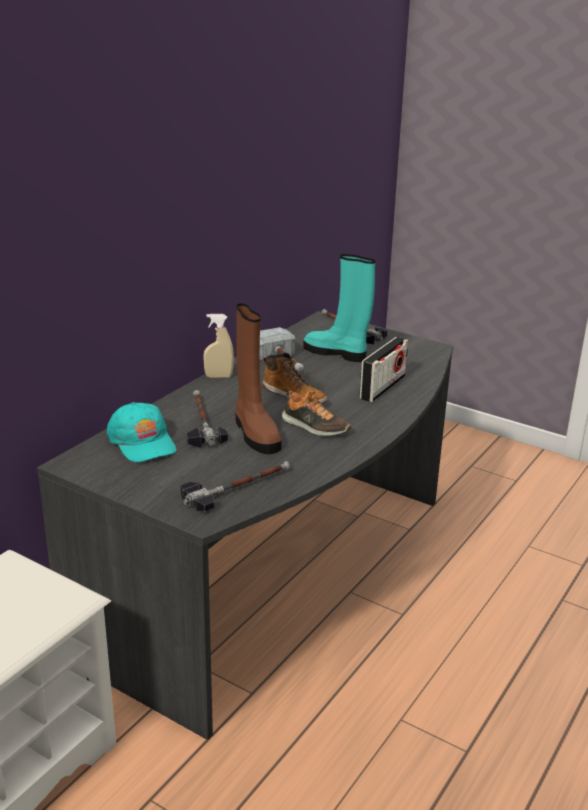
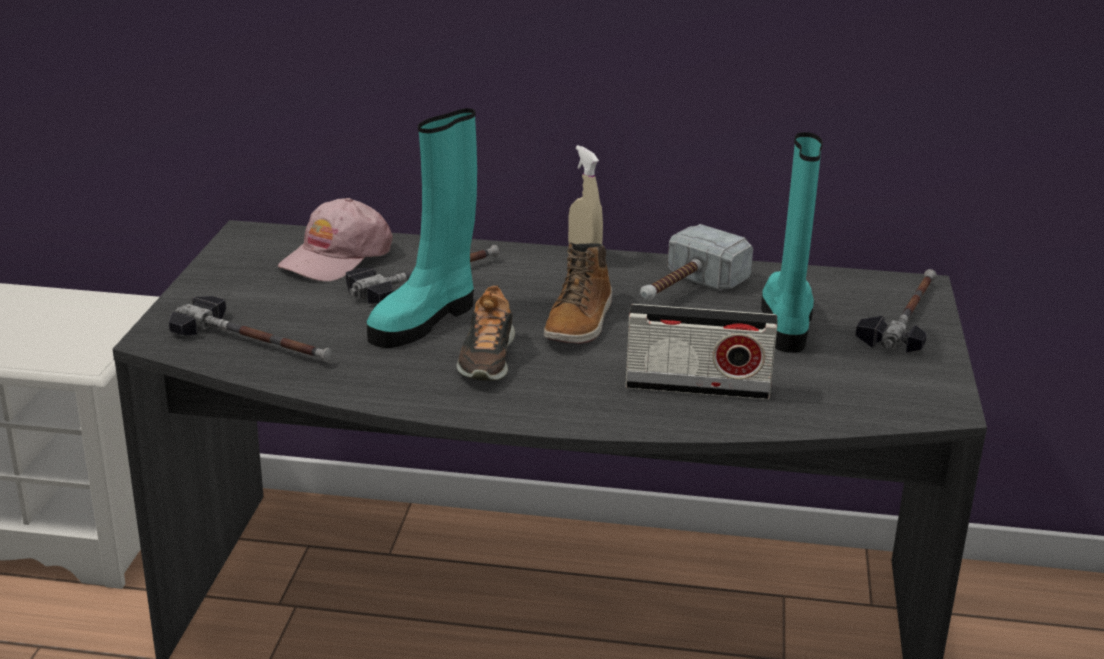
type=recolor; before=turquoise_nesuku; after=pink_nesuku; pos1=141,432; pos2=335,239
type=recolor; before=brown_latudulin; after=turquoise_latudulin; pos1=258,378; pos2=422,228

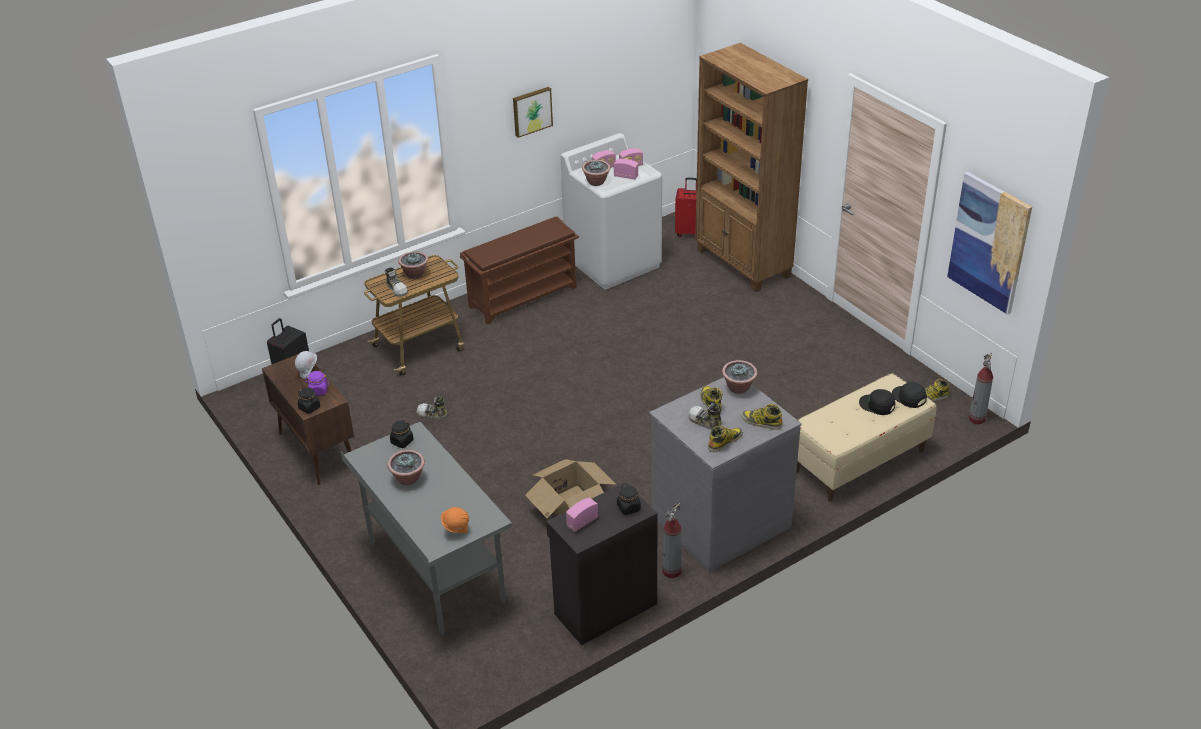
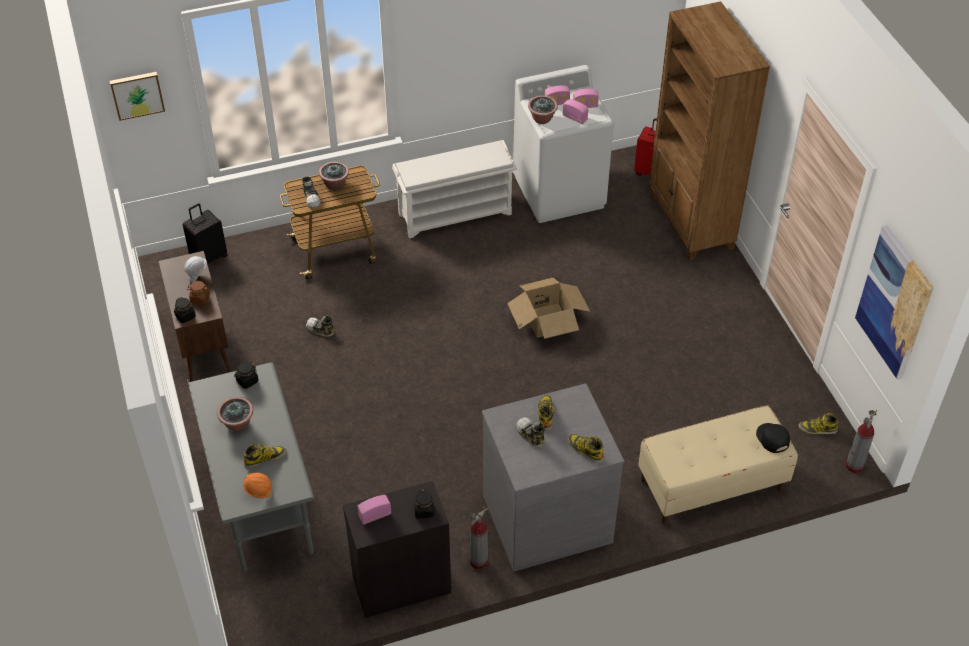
type=delete; before=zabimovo; pos1=740,377
type=delete; before=black_nesuku; pos1=877,402
type=move; before=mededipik; pos1=533,112; pos2=137,96
type=move; before=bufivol; pos1=571,488; pos2=548,308
type=move; before=latudulin; pos1=725,439; pos2=265,455
type=recolor; before=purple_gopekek; after=brown_gopekek; pos1=317,383; pos2=198,293
type=recolor; before=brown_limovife; after=white_limovife; pos1=519,270; pos2=454,189

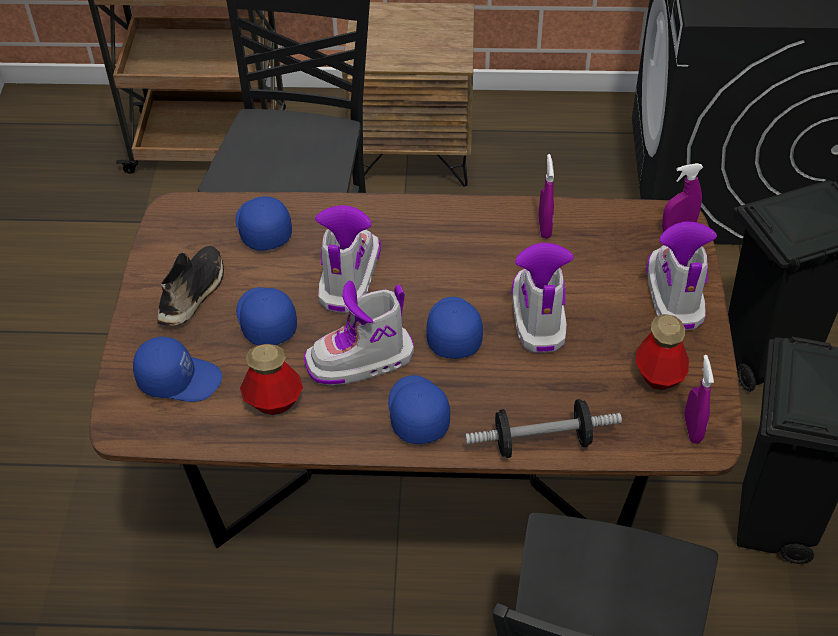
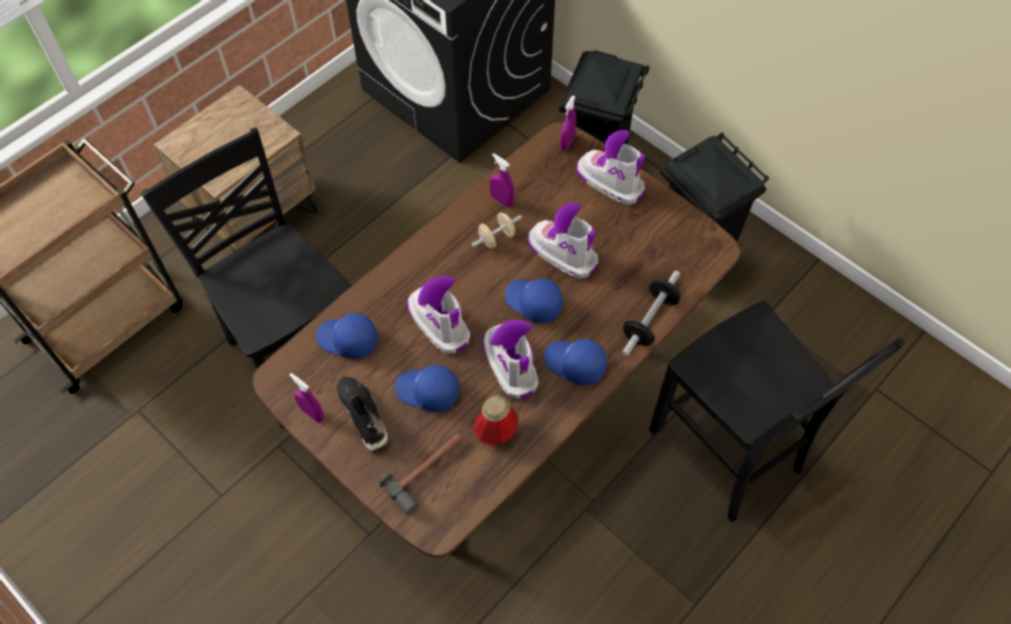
type=delete; before=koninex; pos1=662,352
type=insert; after=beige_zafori; pos2=497,230
type=move; before=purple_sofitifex; pos1=699,399; pos2=307,398
type=replace; before=blue_nesuku; after=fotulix; pos1=177,369; pos2=421,474
type=rotate; before=latudulin; pos1=359,333; pos2=511,359; turn=135

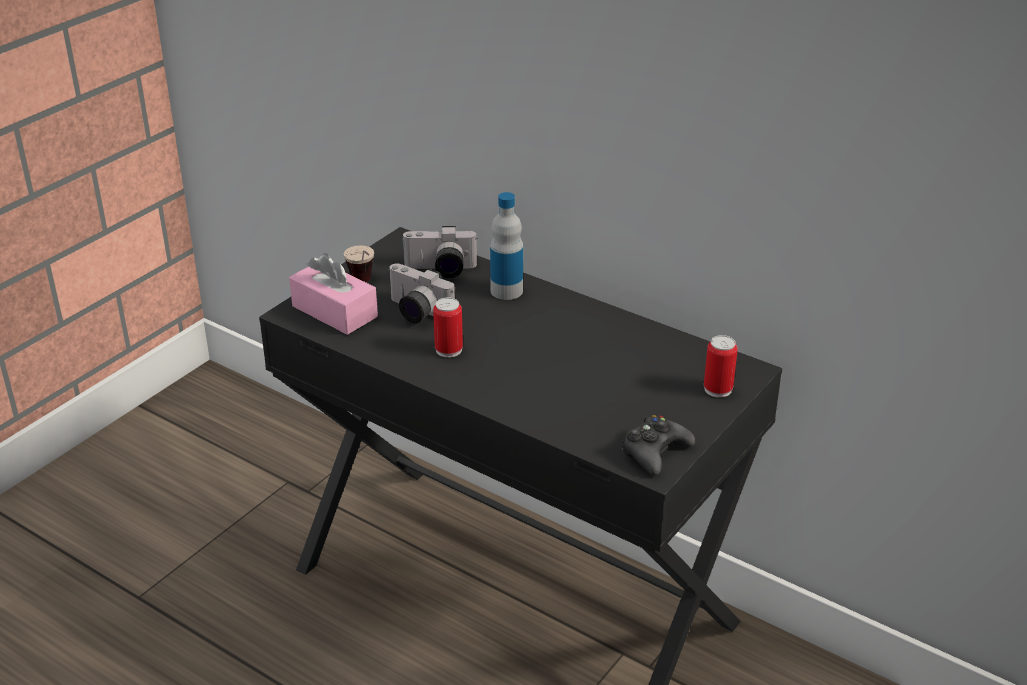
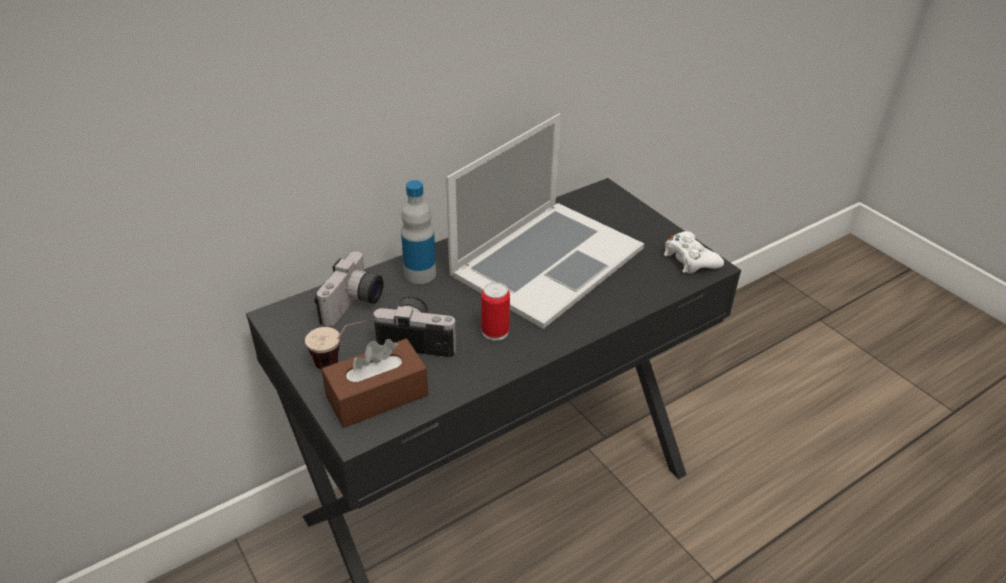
type=delete; before=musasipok; pos1=721,366
type=insert; after=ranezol; pos2=545,221
type=recolor; before=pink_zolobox; after=brown_zolobox; pos1=333,294; pos2=375,383
type=recolor; before=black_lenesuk; after=white_lenesuk; pos1=658,445; pos2=694,252
type=rotate; before=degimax; pos1=422,293; pos2=415,326; turn=-135

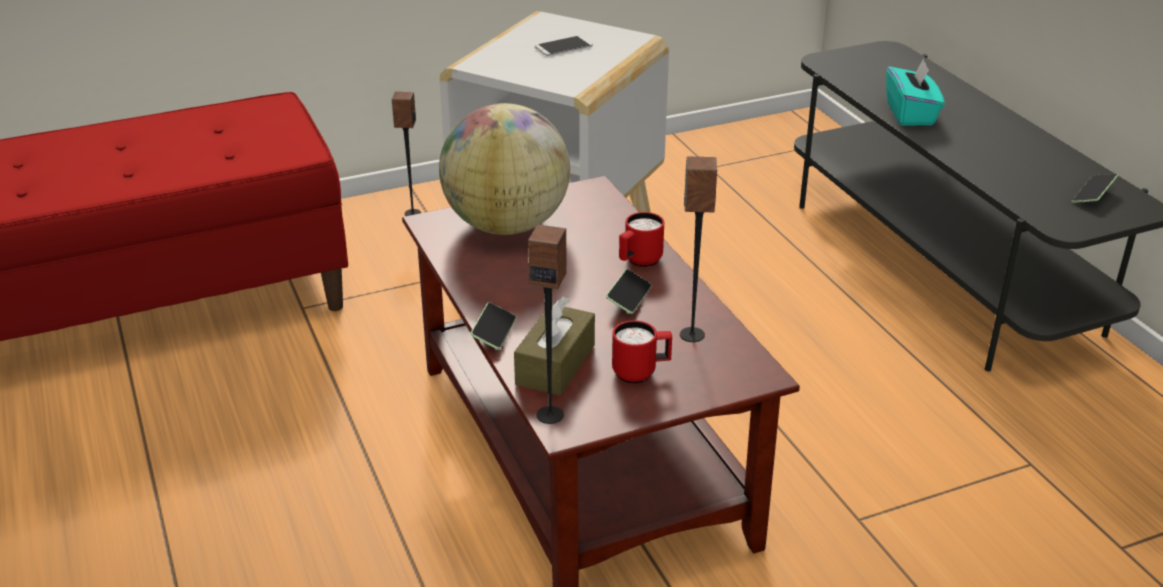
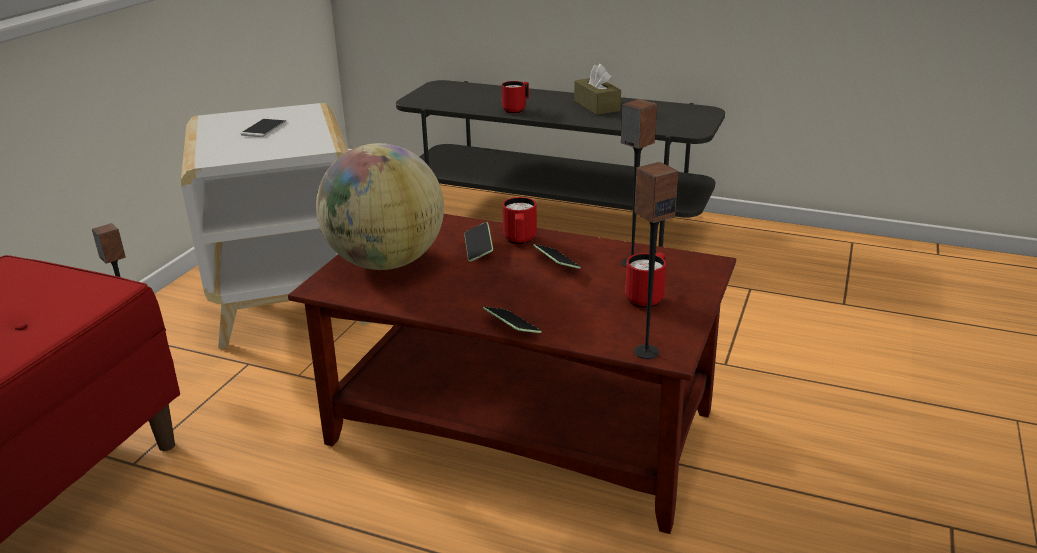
type=move; before=brown_zolobox; pos1=554,346; pos2=597,89
type=move; before=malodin; pos1=1095,188; pos2=478,242
type=replace; before=turquoise_zolobox; after=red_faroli; pos1=915,92; pos2=515,97

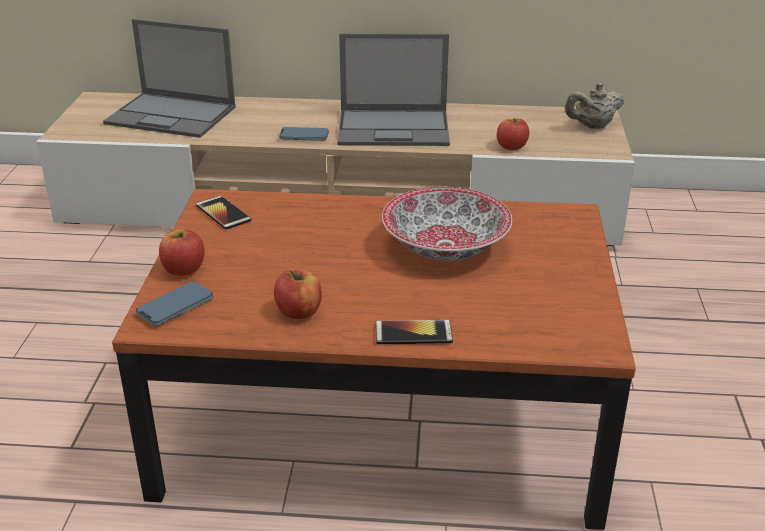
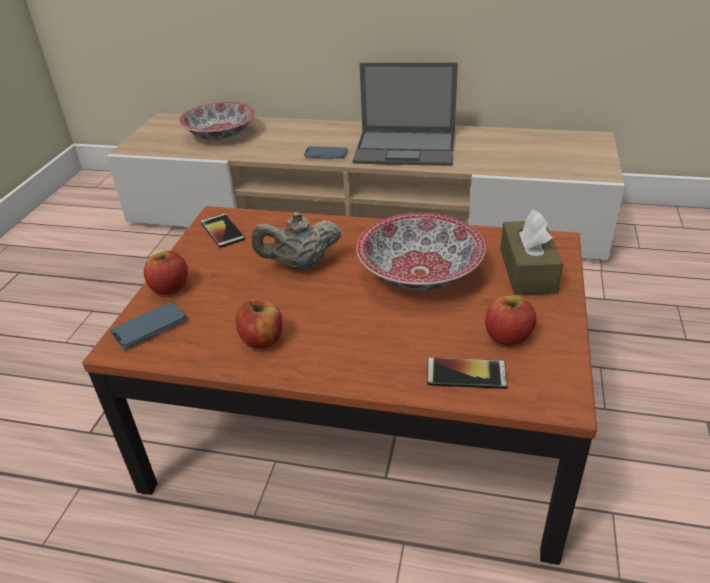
type=insert; after=brown_zolobox; pos2=531,252
type=move; before=malodin; pos1=414,332; pos2=467,373
type=move; before=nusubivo; pos1=513,134; pos2=510,320
type=move; before=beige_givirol; pos1=594,106; pos2=297,241
type=replace; before=ranezol; after=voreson; pos1=169,78; pos2=217,120

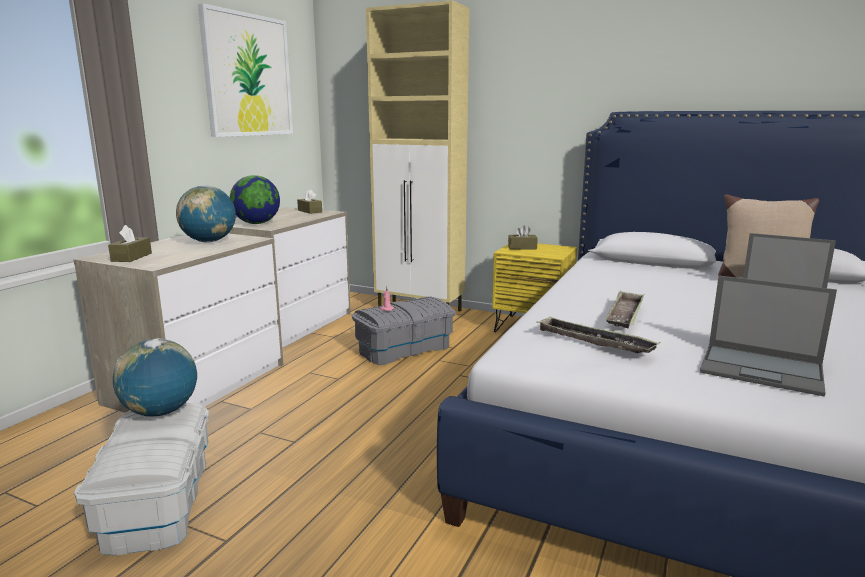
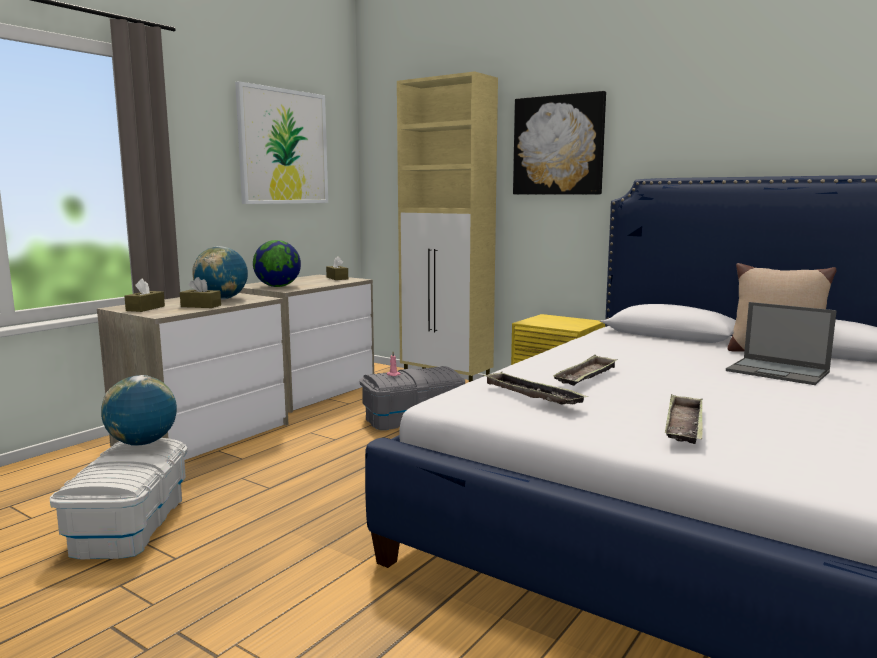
type=insert; after=mededipik; pos2=559,142
type=move; before=brown_zolobox; pos1=523,237; pos2=200,292
type=replace; before=ranezol; after=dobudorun; pos1=768,336; pos2=683,419

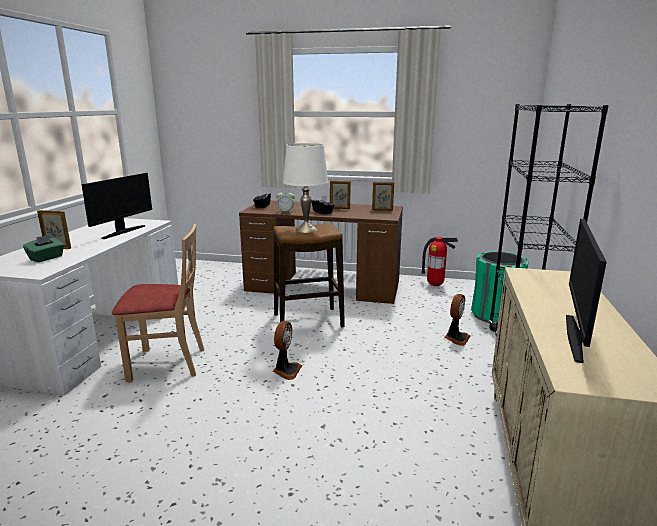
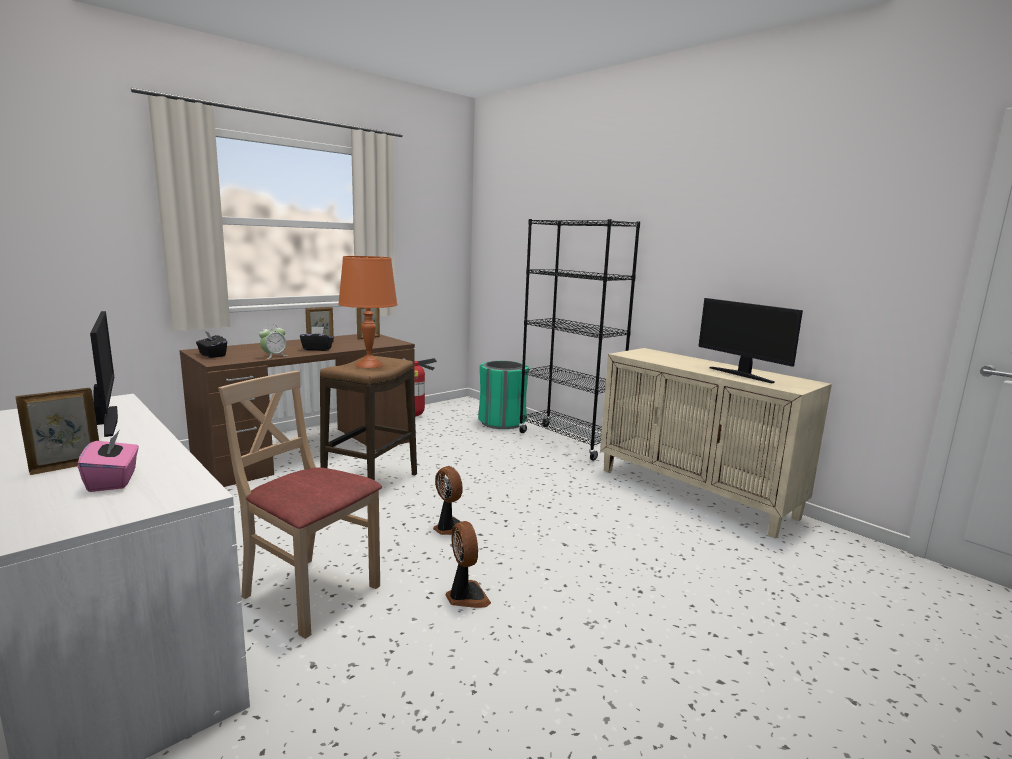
type=move; before=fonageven; pos1=457,320; pos2=468,564
type=recolor; before=green_zolobox; after=pink_zolobox; pos1=43,248; pos2=108,461
type=recolor; before=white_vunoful; after=orange_vunoful; pos1=306,188; pos2=367,312
type=rotate; before=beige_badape; pos1=158,303; pos2=300,505; turn=-90

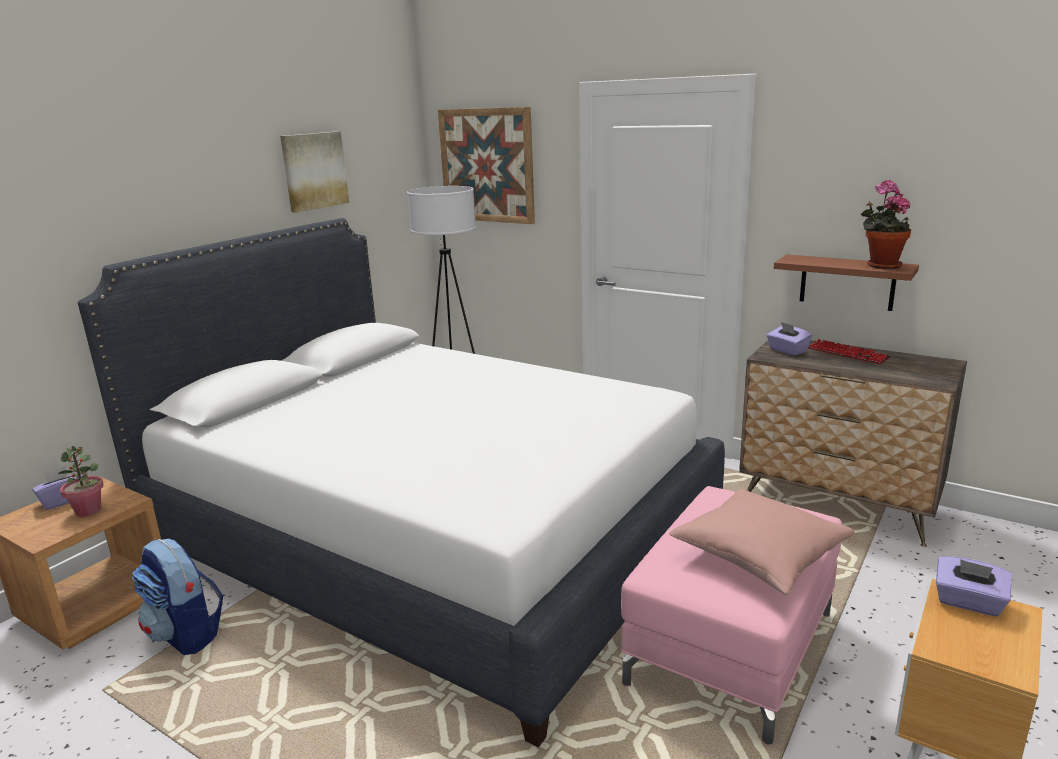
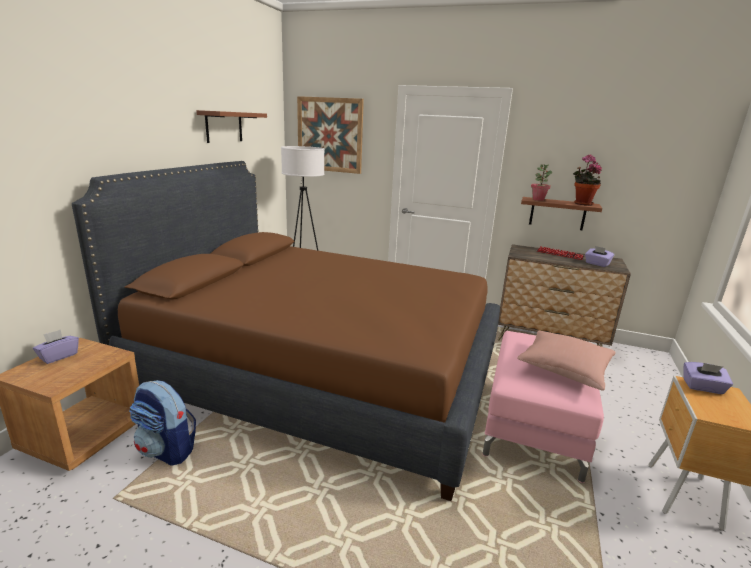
type=move; before=zabimovo; pos1=81,481; pos2=541,183
type=move; before=purple_zolobox; pos1=789,339; pos2=599,256
type=replace; before=mededipik; after=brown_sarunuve; pos1=314,172; pos2=231,126
type=recolor; before=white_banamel; after=brown_banamel; pos1=401,483; pos2=286,331

